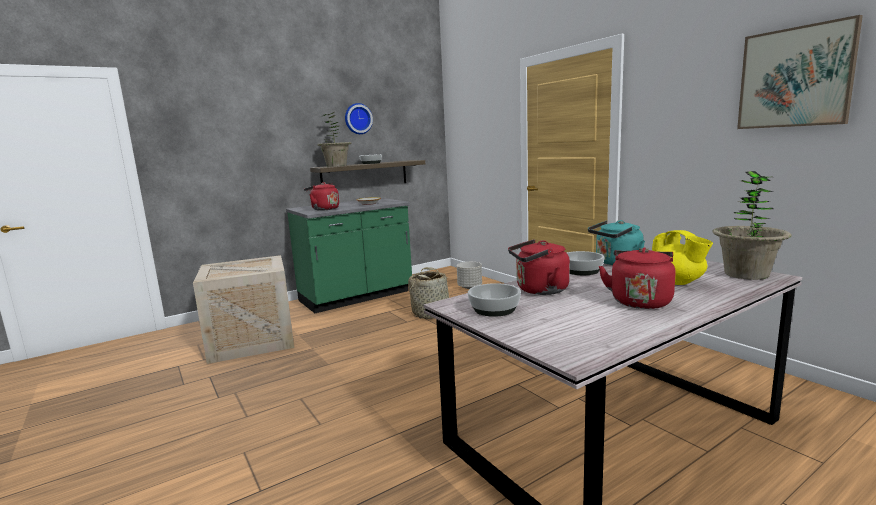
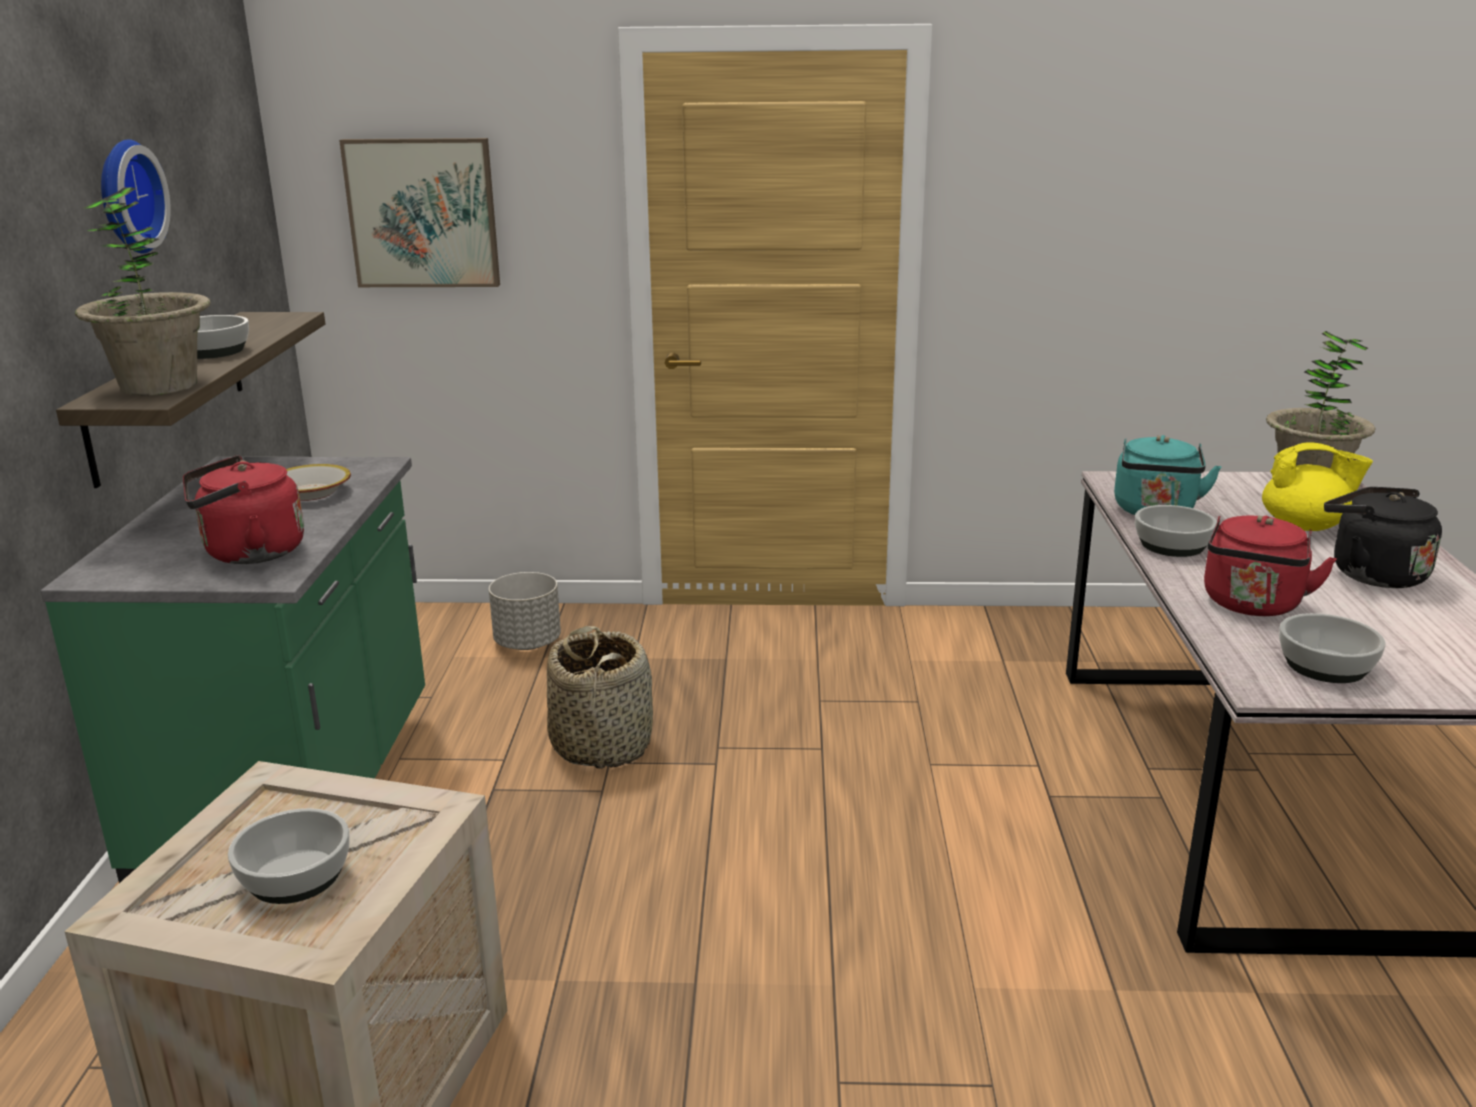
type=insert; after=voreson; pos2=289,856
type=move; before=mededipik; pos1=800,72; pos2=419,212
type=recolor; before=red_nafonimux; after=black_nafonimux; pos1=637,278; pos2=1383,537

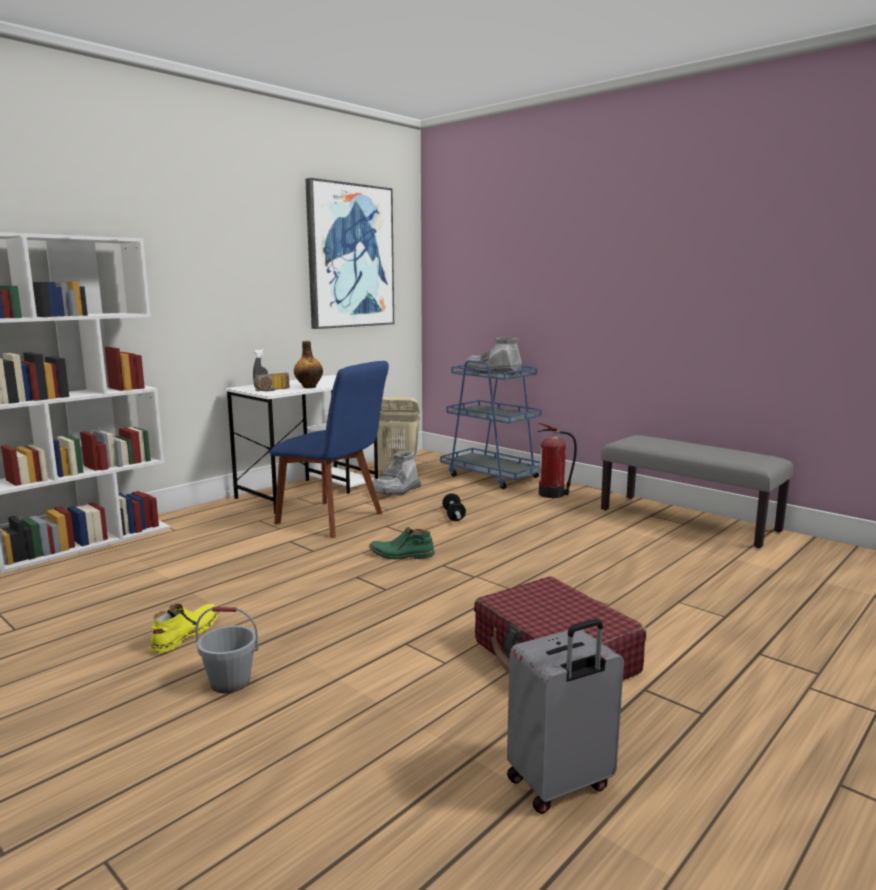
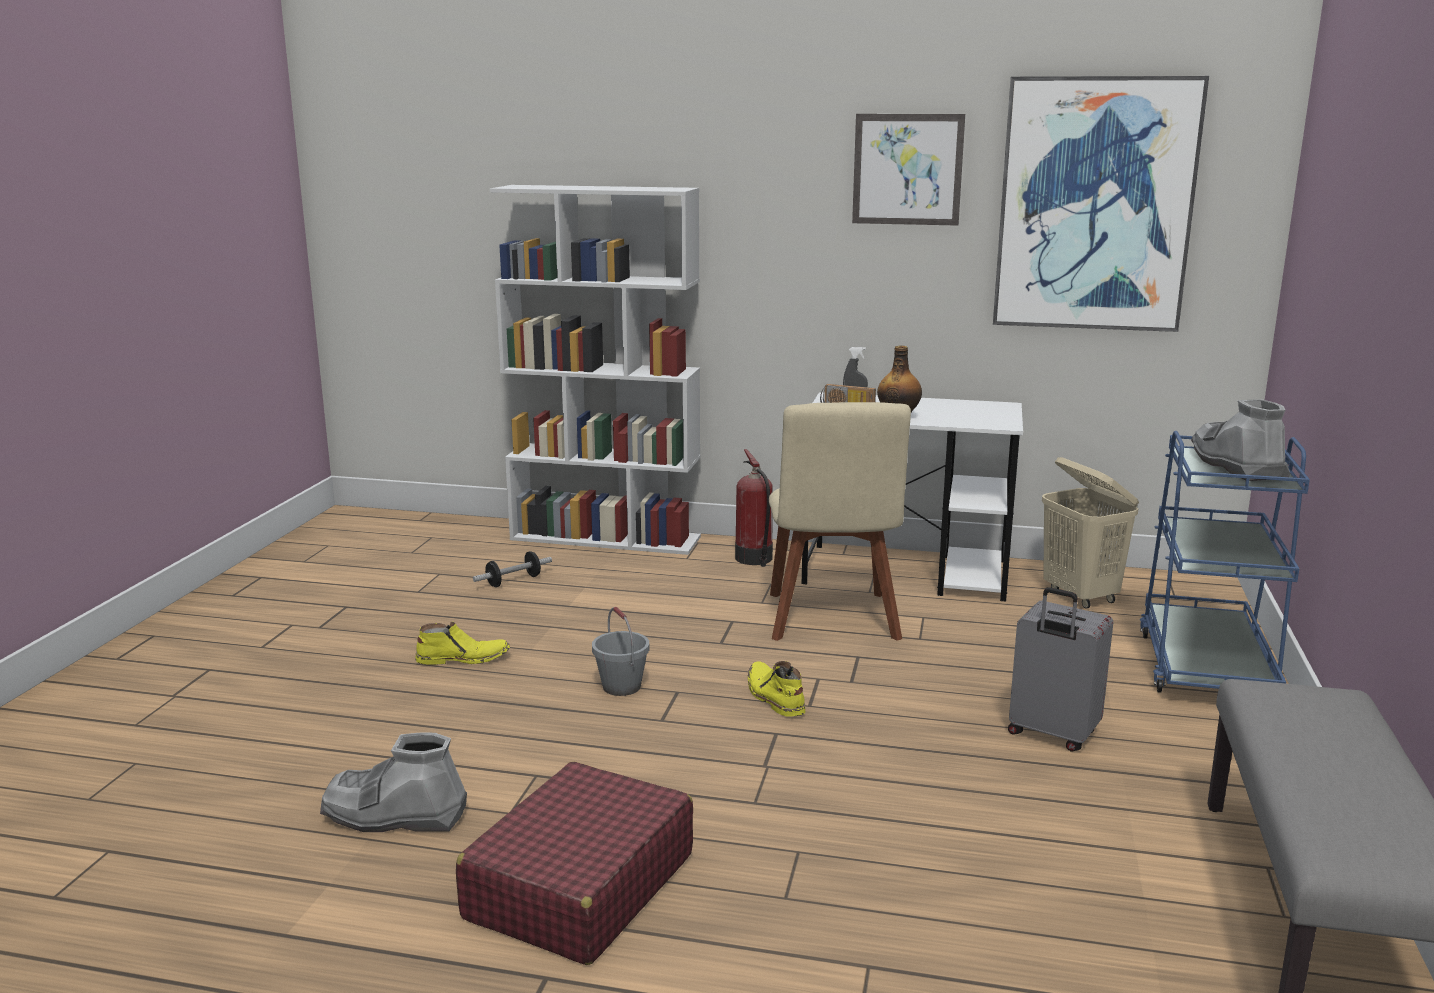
type=insert; after=mededipik; pos2=908,170
type=move; before=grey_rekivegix; pos1=227,650; pos2=621,651
type=move; before=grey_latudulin; pos1=397,473; pos2=393,782
type=move; before=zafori; pos1=454,507; pos2=512,569
type=move; before=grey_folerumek; pos1=565,716; pos2=1060,669
type=move; before=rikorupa; pos1=557,460; pos2=754,508
type=recolor; before=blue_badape; after=beige_badape; pos1=329,449; pos2=840,521
type=recolor; before=green_latudulin; after=yellow_latudulin; pos1=402,543; pos2=776,689

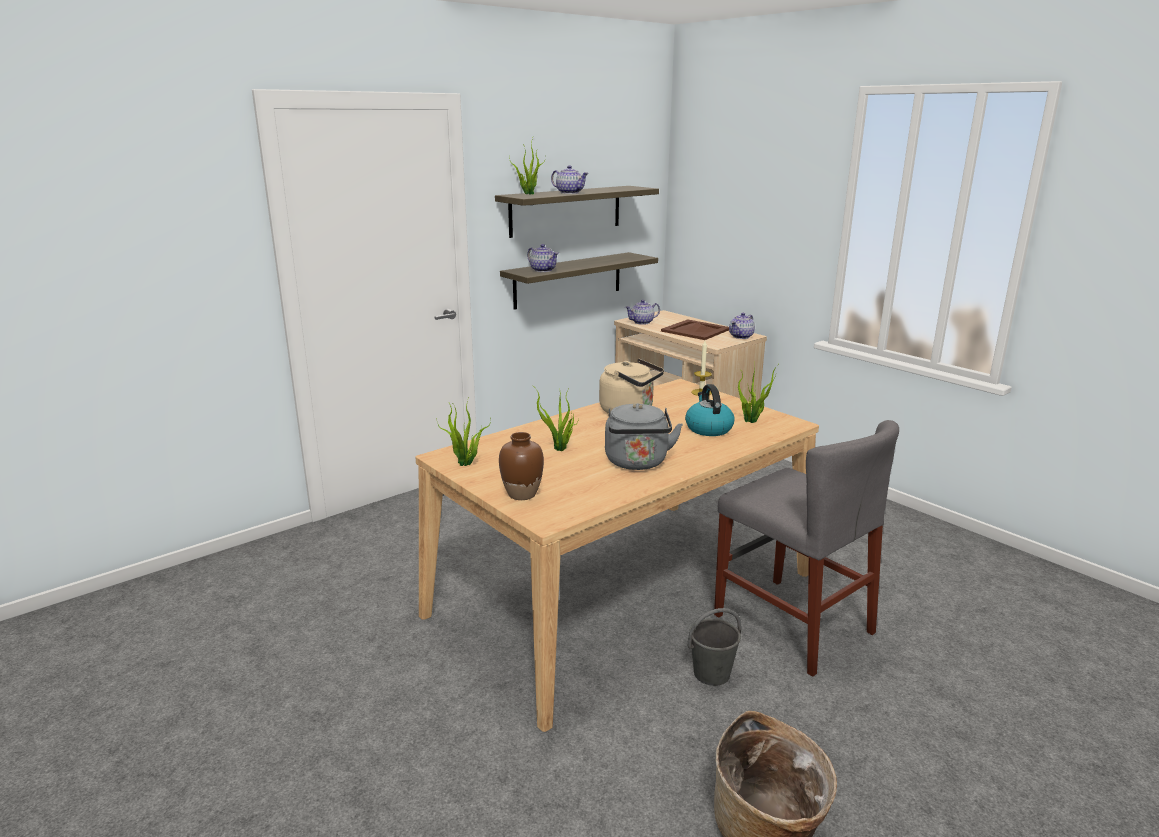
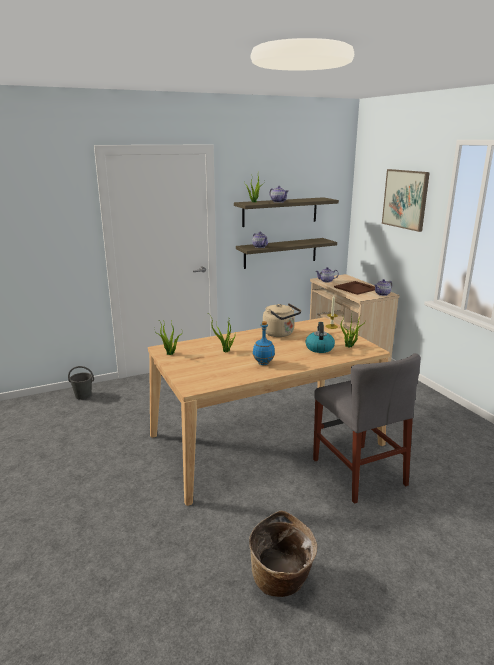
type=delete; before=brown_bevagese; pos1=521,466
type=insert; after=mededipik; pos2=406,200
type=move; before=grey_rekivegix; pos1=714,647; pos2=81,383
type=replace; before=grey_nafonimux; after=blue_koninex; pos1=644,436; pos2=264,343

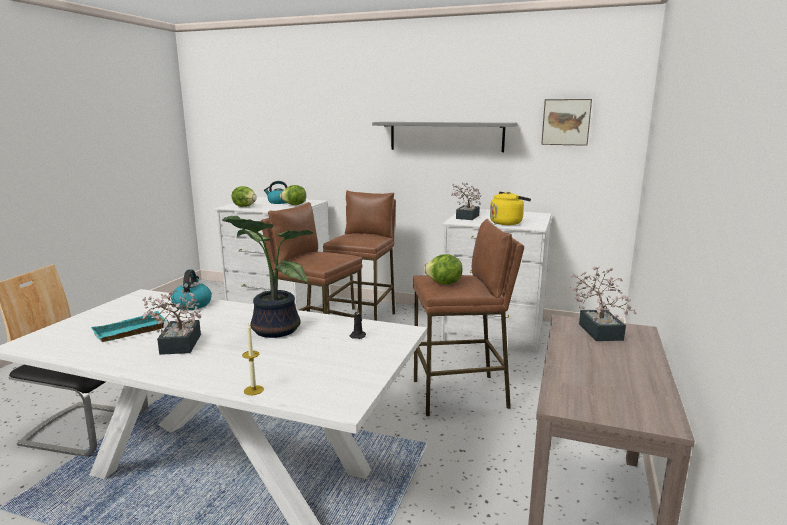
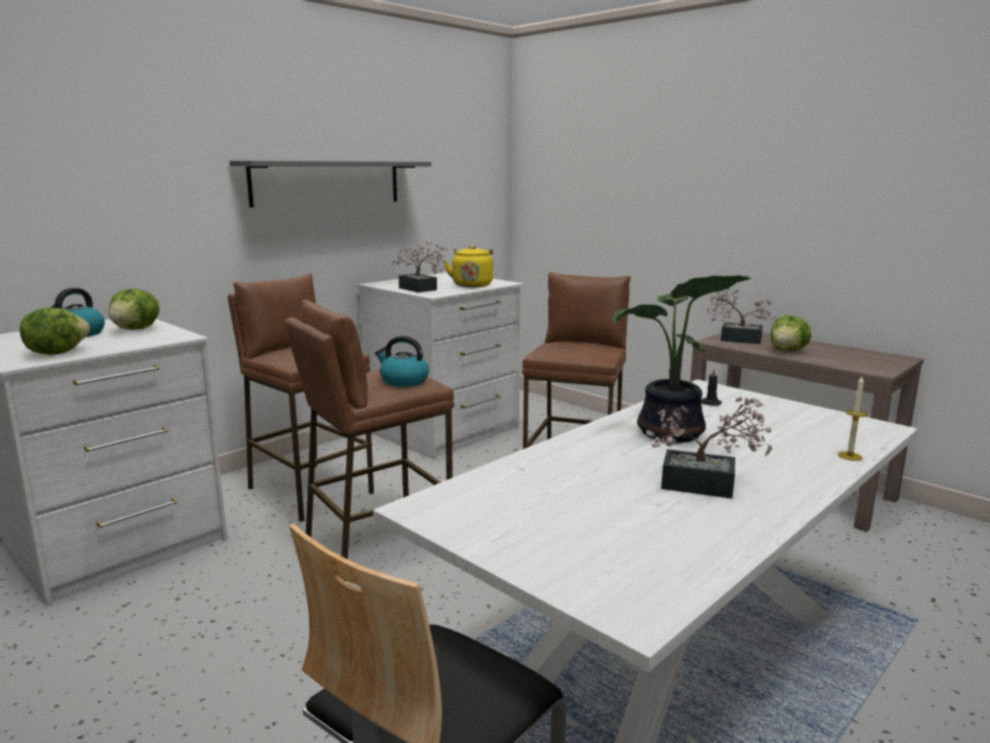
type=delete; before=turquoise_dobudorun; pos1=129,326
type=delete; before=mededipik; pos1=566,122
type=move; before=nafonimux; pos1=191,290; pos2=402,361
type=move; before=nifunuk; pos1=443,269; pos2=790,333

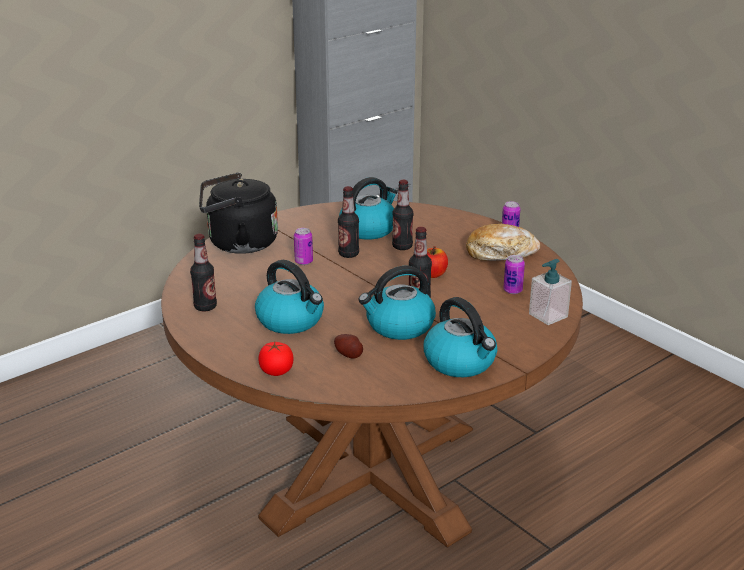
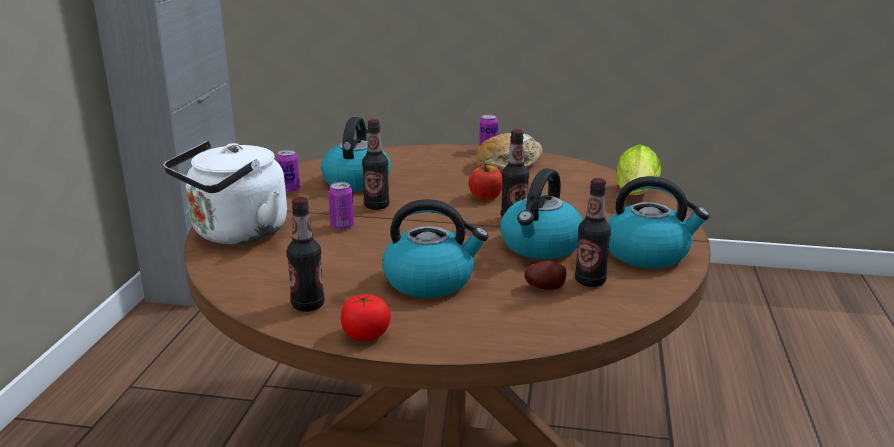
type=move; before=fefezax; pos1=276,359; pos2=366,317
type=move; before=koninex; pos1=402,215; pos2=593,232
type=move; before=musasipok; pos1=514,274; pos2=288,171
type=replace; before=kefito; after=nifunuk; pos1=550,292; pos2=638,169
type=recolor; before=black_nafonimux; after=white_nafonimux; pos1=238,213; pos2=225,192

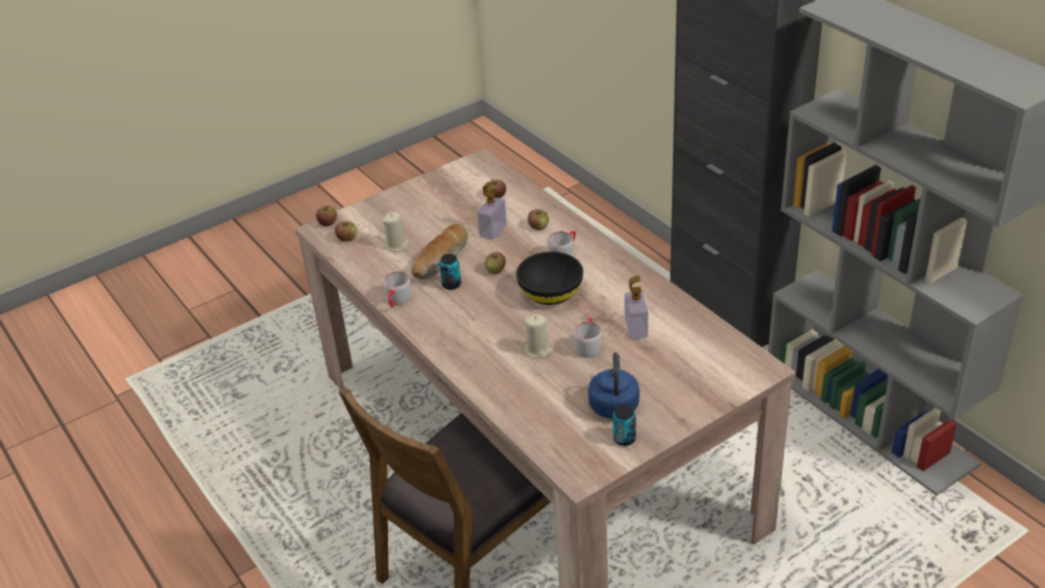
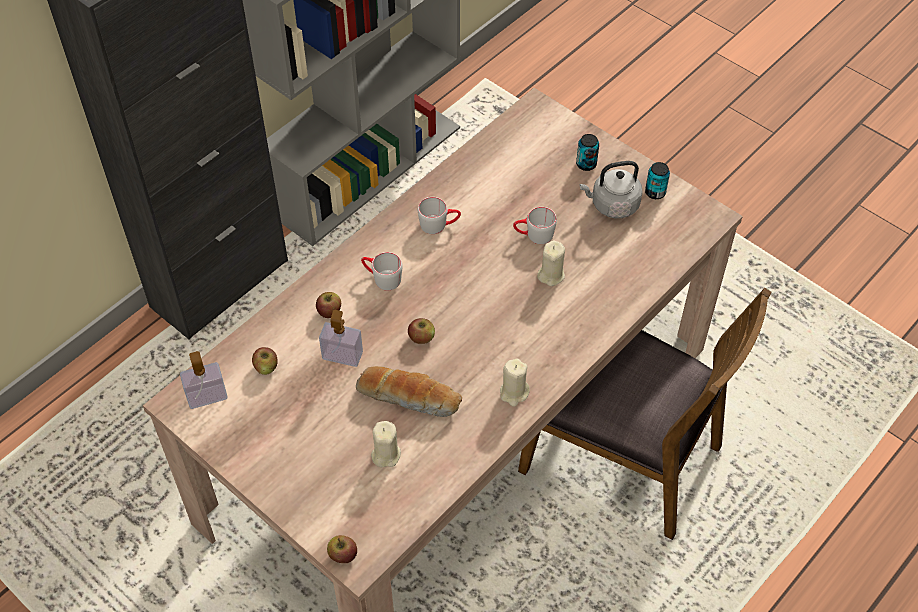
type=delete; before=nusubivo; pos1=346,231
type=delete; before=black_voreson; pos1=549,278
type=insert; after=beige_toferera; pos2=515,382
type=move; before=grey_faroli; pos1=396,289; pos2=439,215
type=move; before=musasipok; pos1=450,272; pos2=587,152
type=move; before=kefito; pos1=636,307; pos2=204,380
type=recolor; before=blue_nafonimux; after=grey_nafonimux; pos1=613,385; pos2=611,189

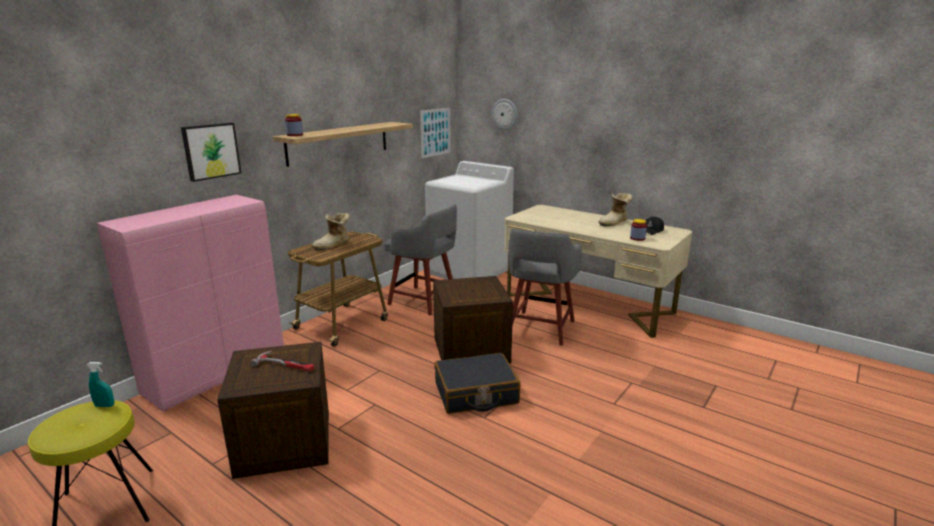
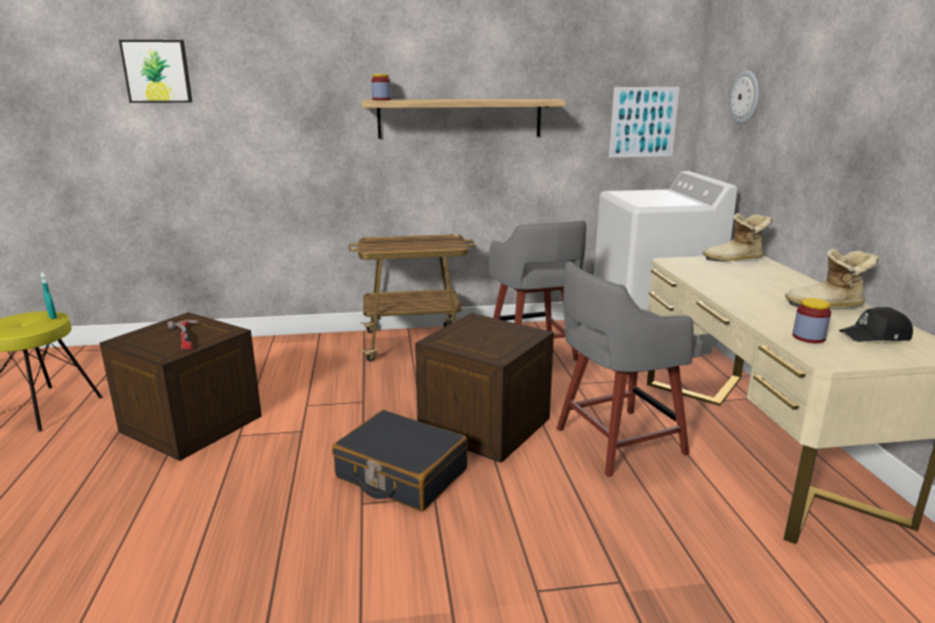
type=delete; before=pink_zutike; pos1=190,303
type=move; before=mededipik; pos1=211,152; pos2=155,71
type=move; before=latudulin; pos1=331,231; pos2=738,237

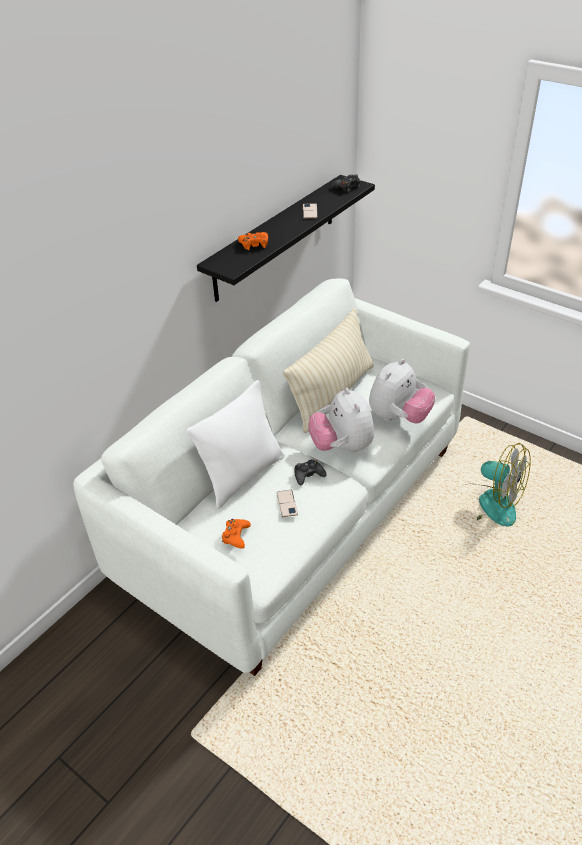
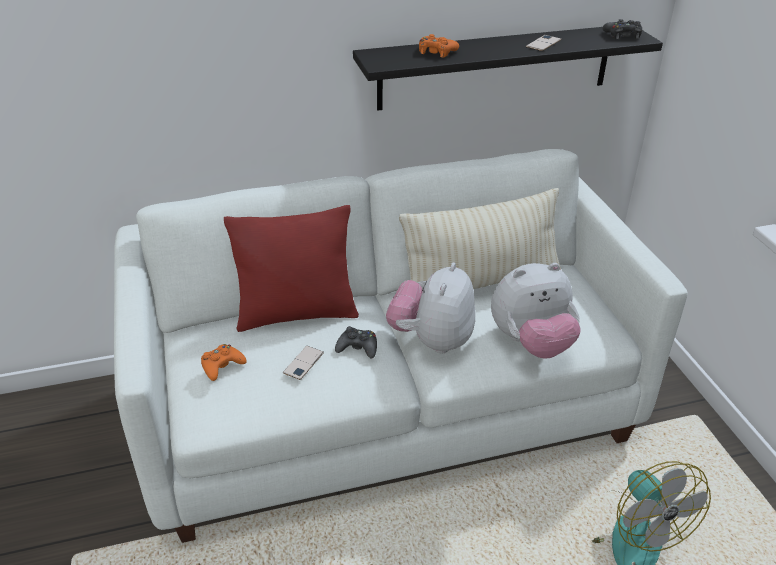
type=recolor; before=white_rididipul; after=red_rididipul; pos1=235,444; pos2=291,268

